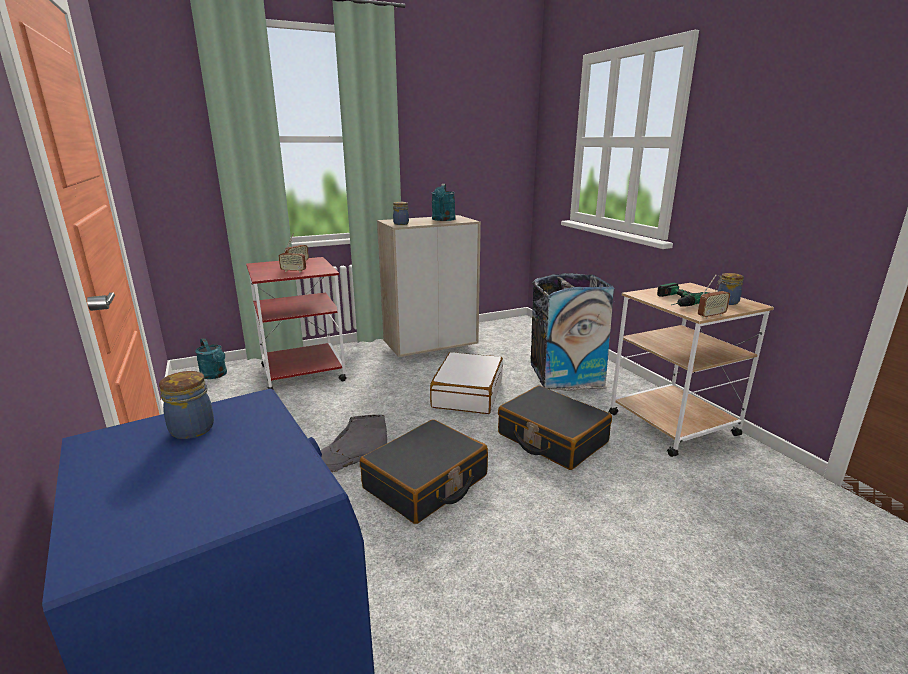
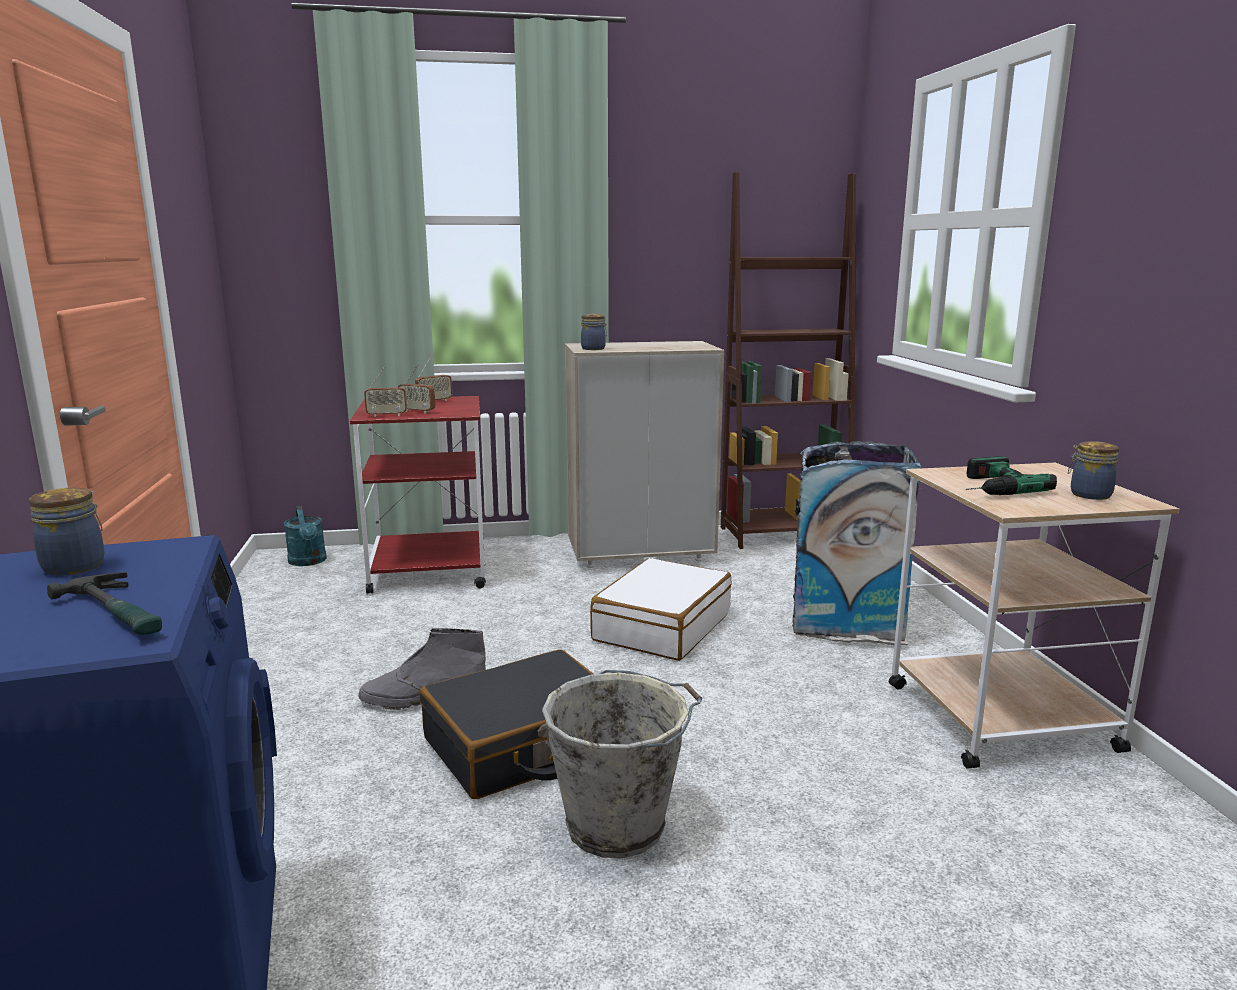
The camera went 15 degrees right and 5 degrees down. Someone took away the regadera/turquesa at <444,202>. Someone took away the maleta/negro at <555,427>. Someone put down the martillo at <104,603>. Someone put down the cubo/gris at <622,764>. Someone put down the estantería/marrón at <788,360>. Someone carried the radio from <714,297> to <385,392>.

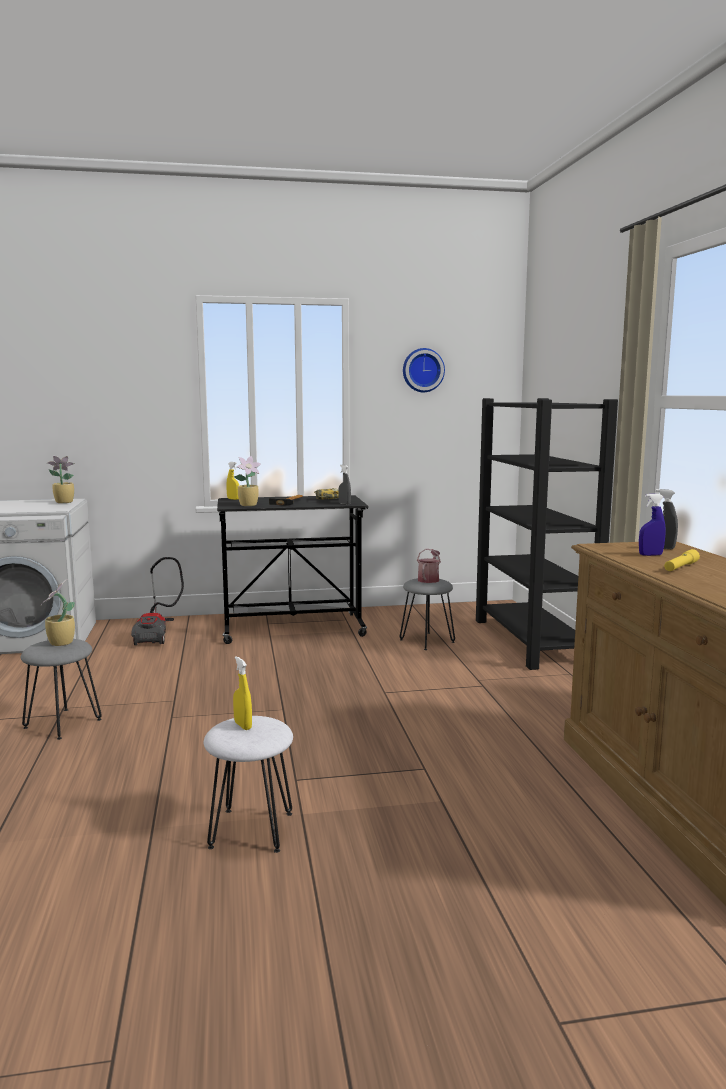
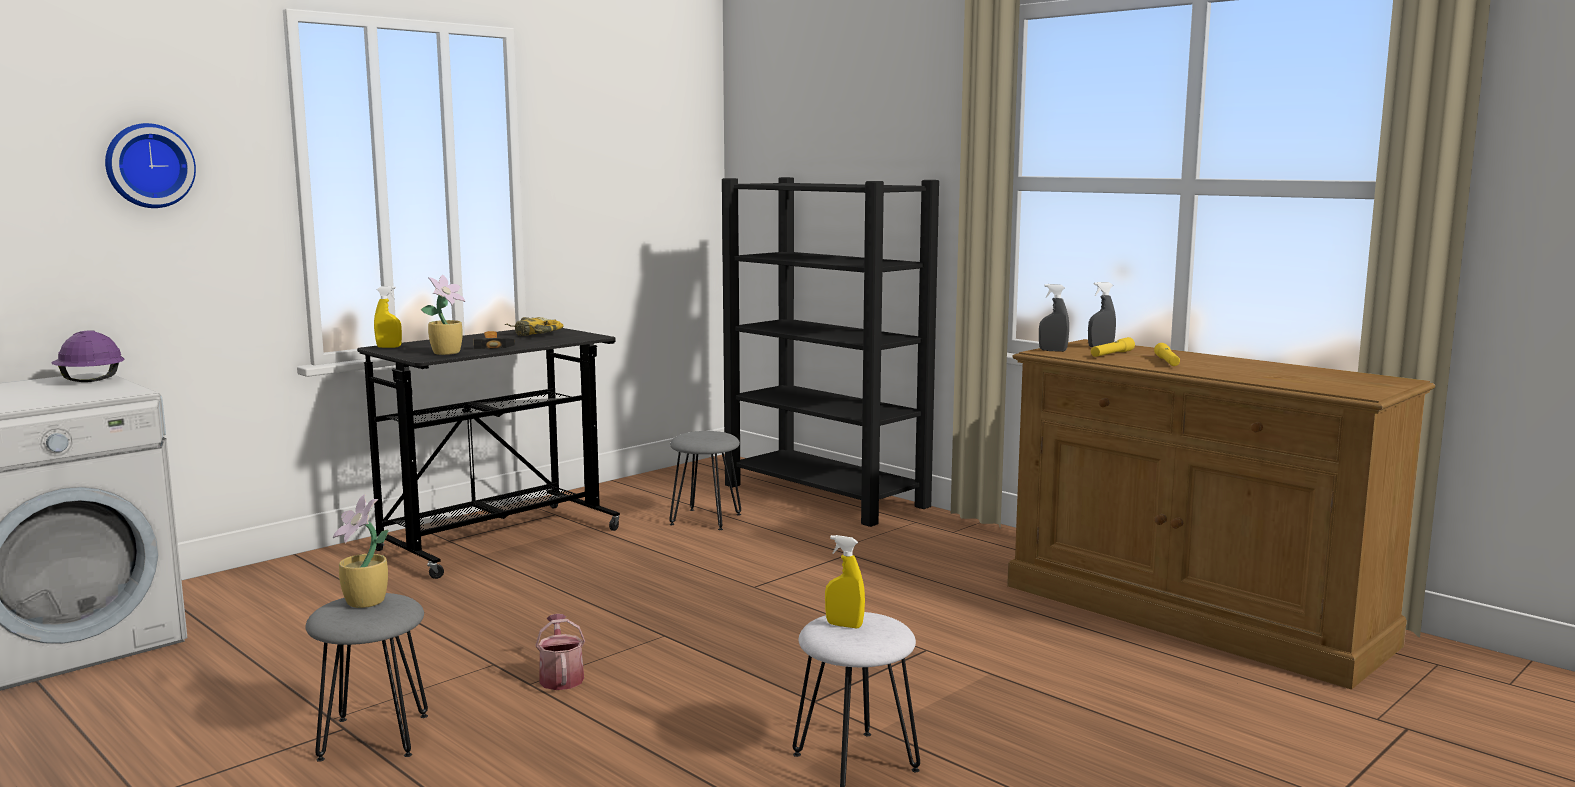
The camera went 35 degrees left and 0 degrees up. Someone took away the aspiradora at <157,601>. Someone carried the pulverizador/gris from <344,485> to <1054,318>. Someone carried the reloj de pared from <424,370> to <150,165>. Someone carried the regadera from <429,566> to <560,652>. Someone swapped the planta en maceta at <60,479> for the casco/morado at <88,356>. Someone swapped the pulverizador/azul at <652,525> for the linterna/amarillo at <1113,347>.

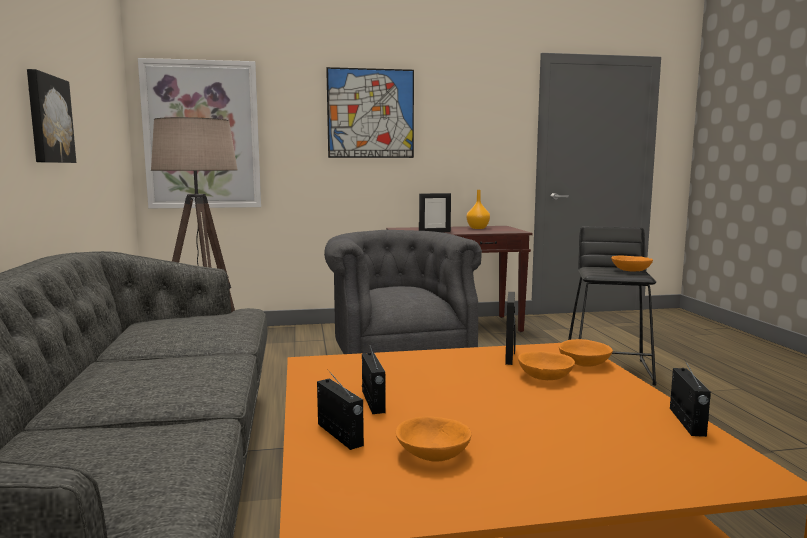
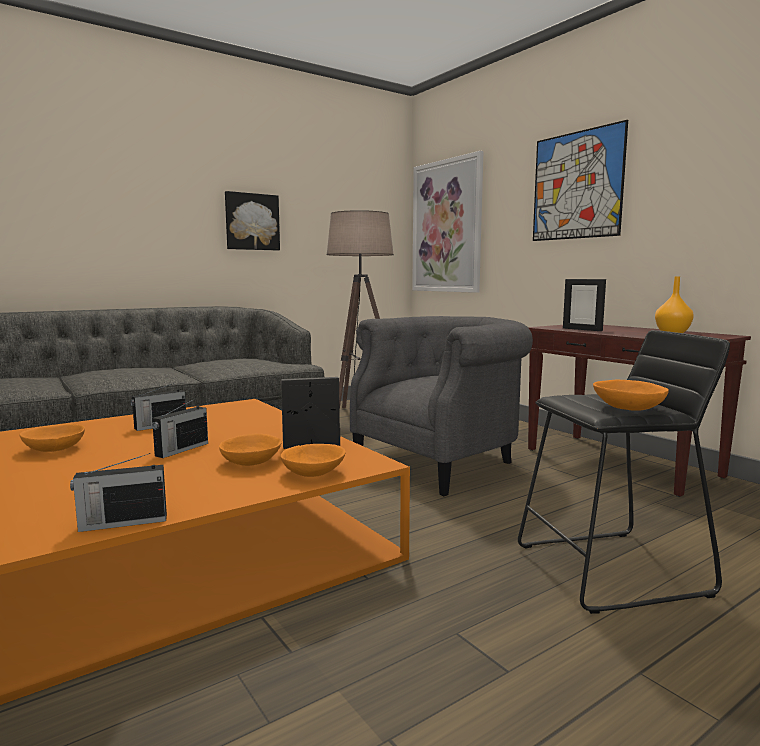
The camera went 65 degrees right and 0 degrees up. Someone carried the radio from <340,410> to <180,428>.

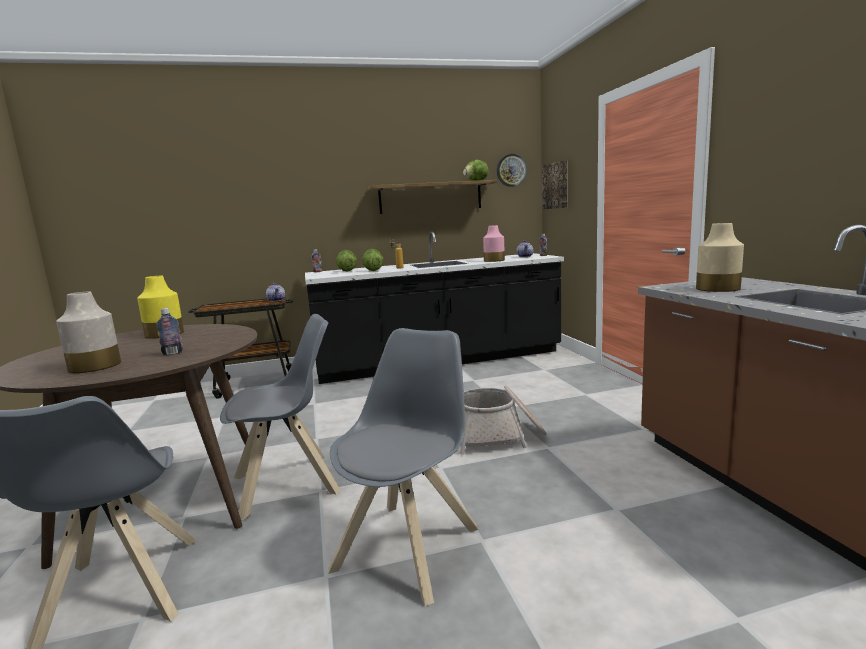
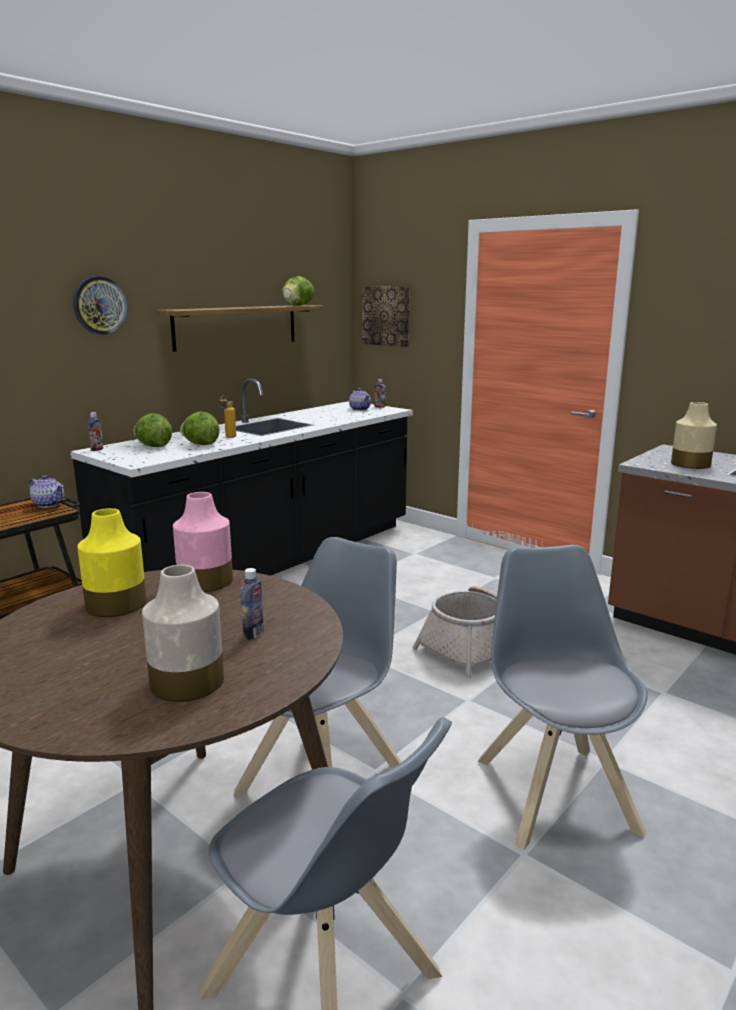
The camera went 35 degrees left and 5 degrees up. Someone carried the florero/rosa from <494,243> to <203,542>. Someone carried the reloj de pared from <512,170> to <100,305>.

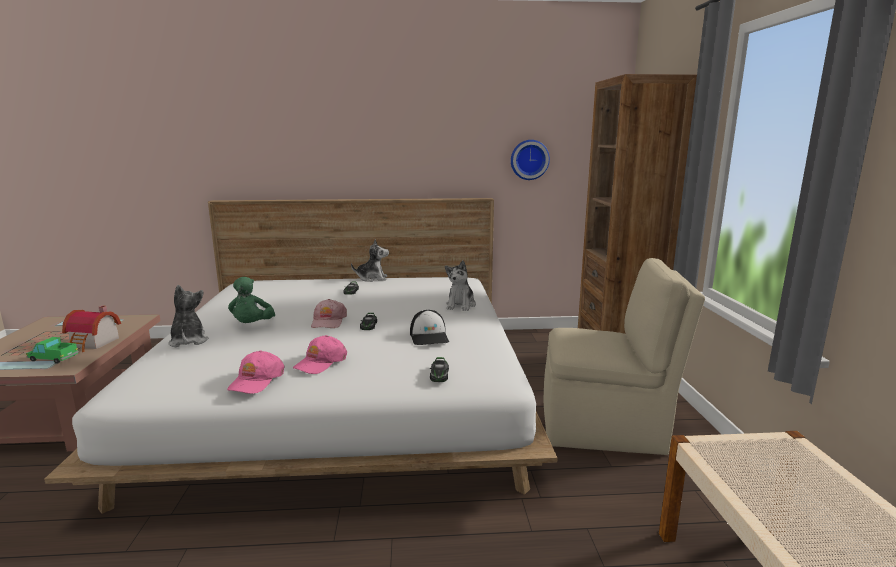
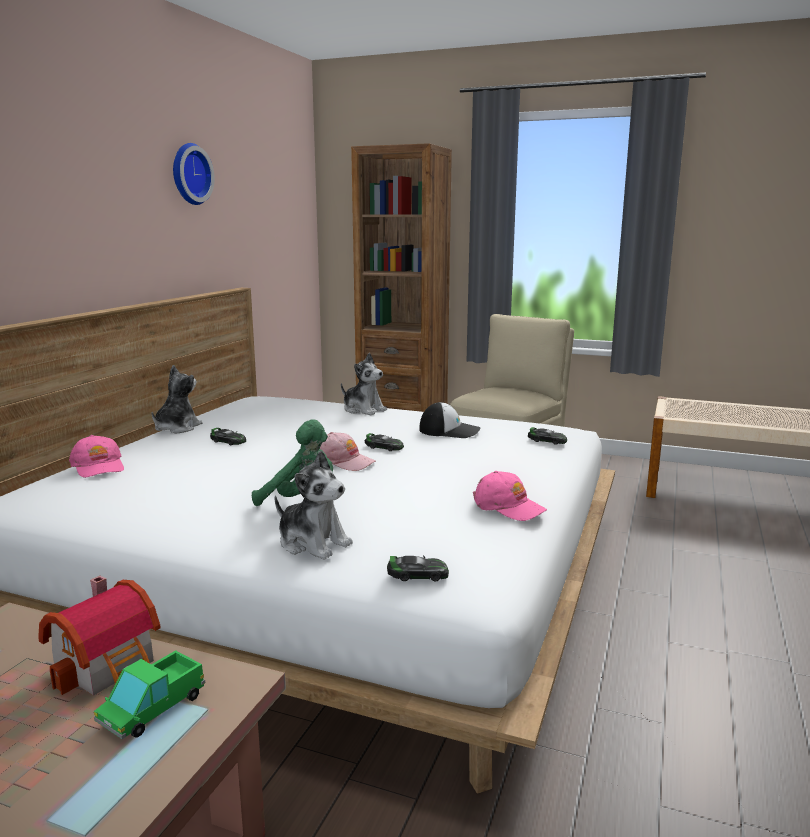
The camera went 65 degrees left and 0 degrees up. Someone put down the coche de juguete at <418,568>. Someone carried the gorra/rosa from <320,354> to <96,456>. Someone carried the reloj de pared from <530,160> to <194,174>. Someone rotated the peluche at <188,316> by 150 degrees counterclockwise.

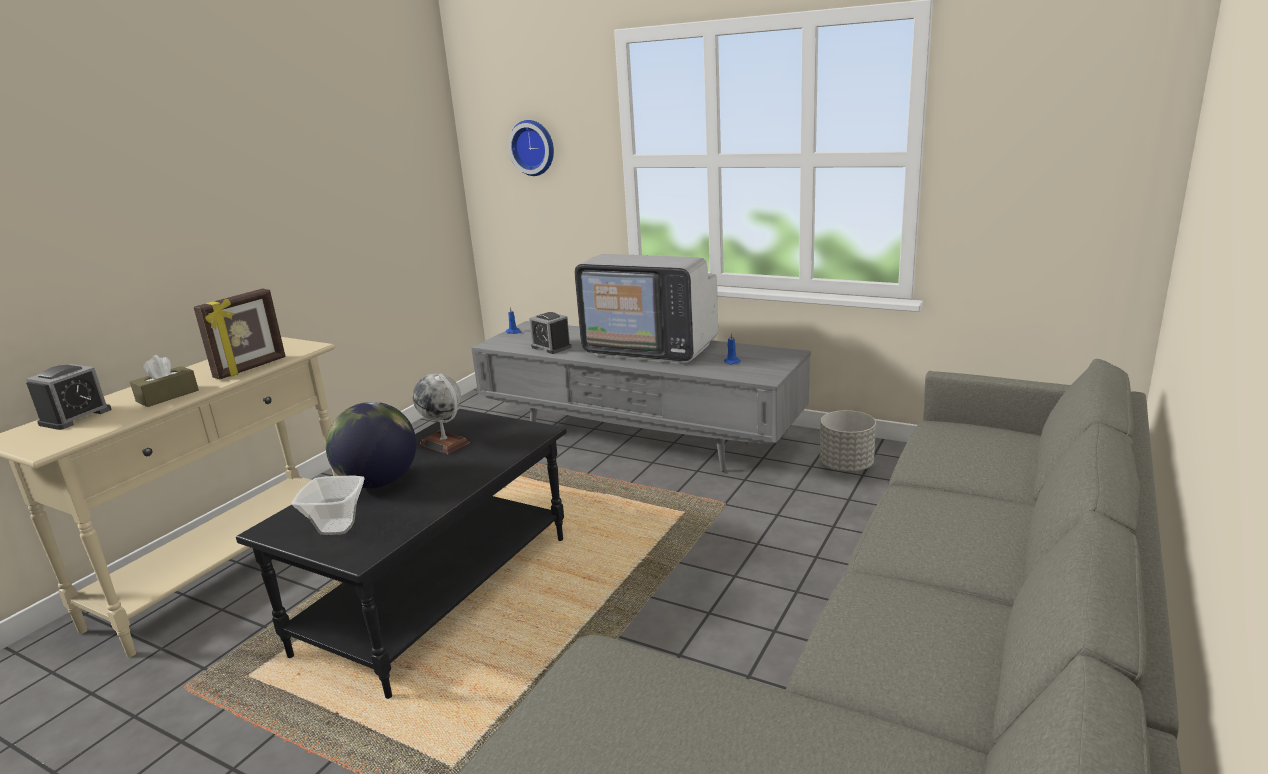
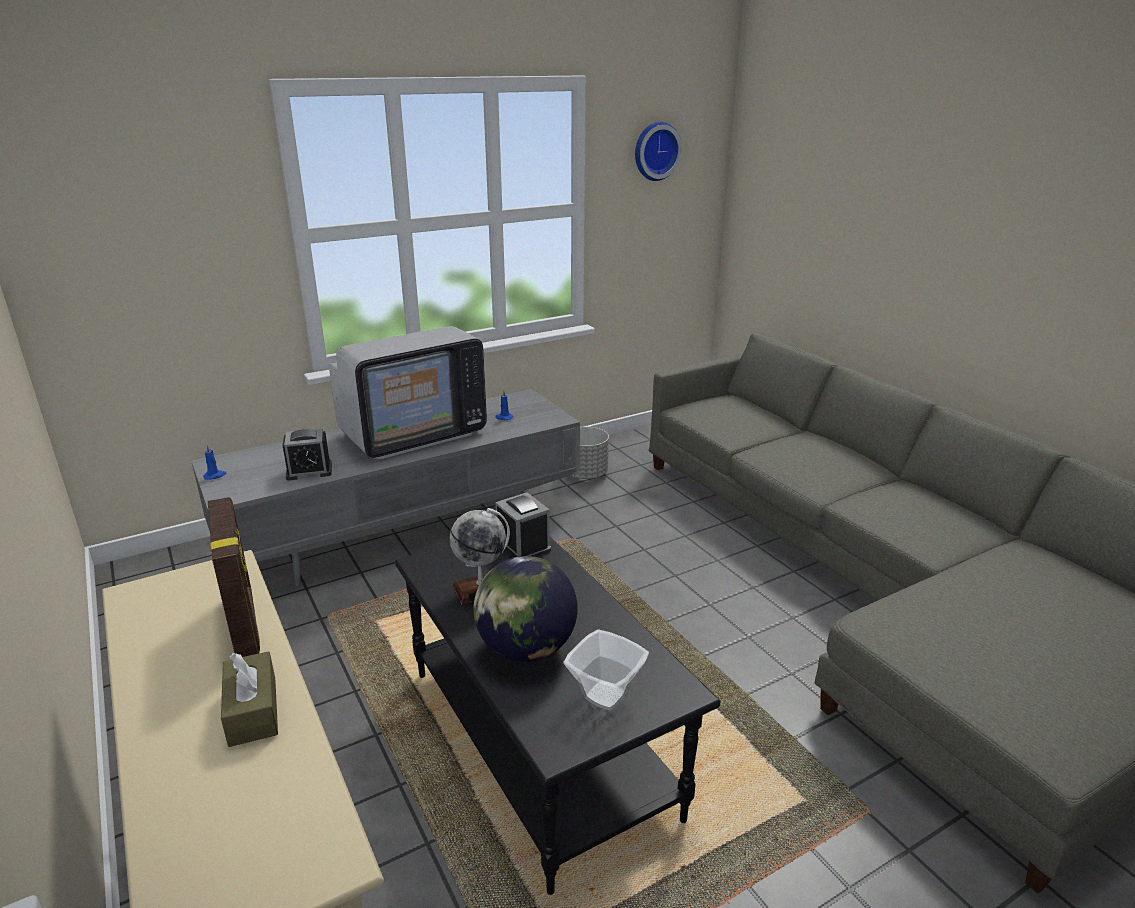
The camera went 60 degrees left and 5 degrees up. Someone carried the despertador from <69,397> to <523,524>. Someone carried the reloj de pared from <531,148> to <658,151>.

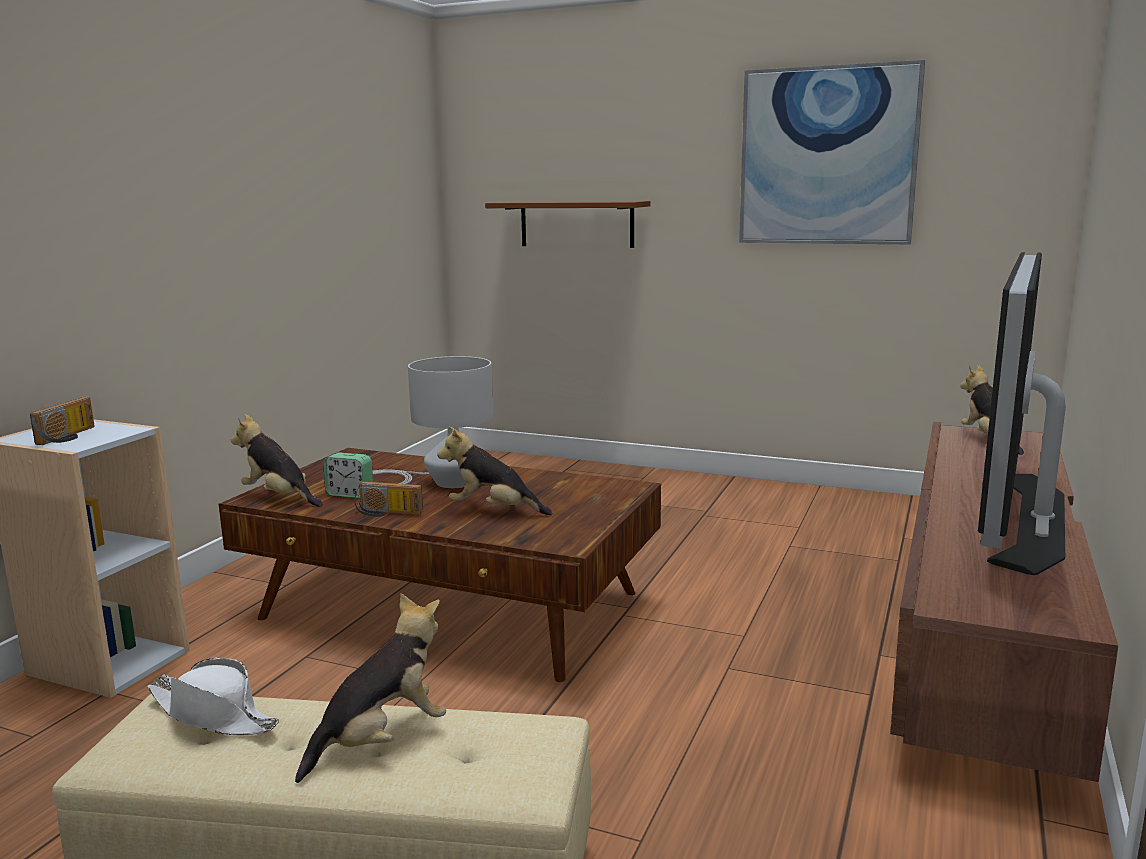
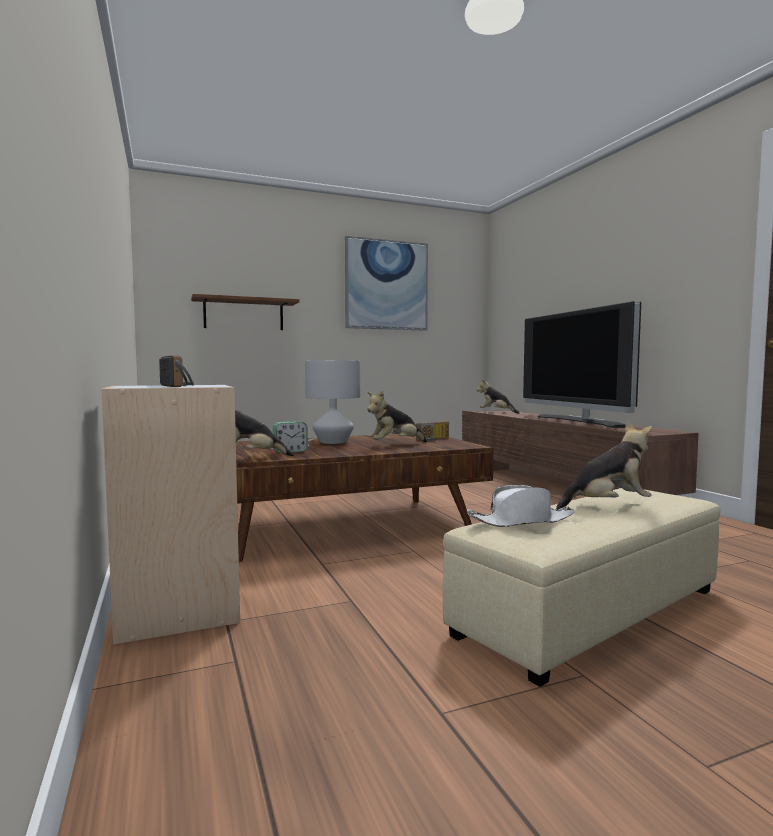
The camera went 45 degrees left and 10 degrees down. Someone carried the radio from <389,499> to <432,431>. Someone rotated the peluche at <370,688> by 75 degrees clockwise.

